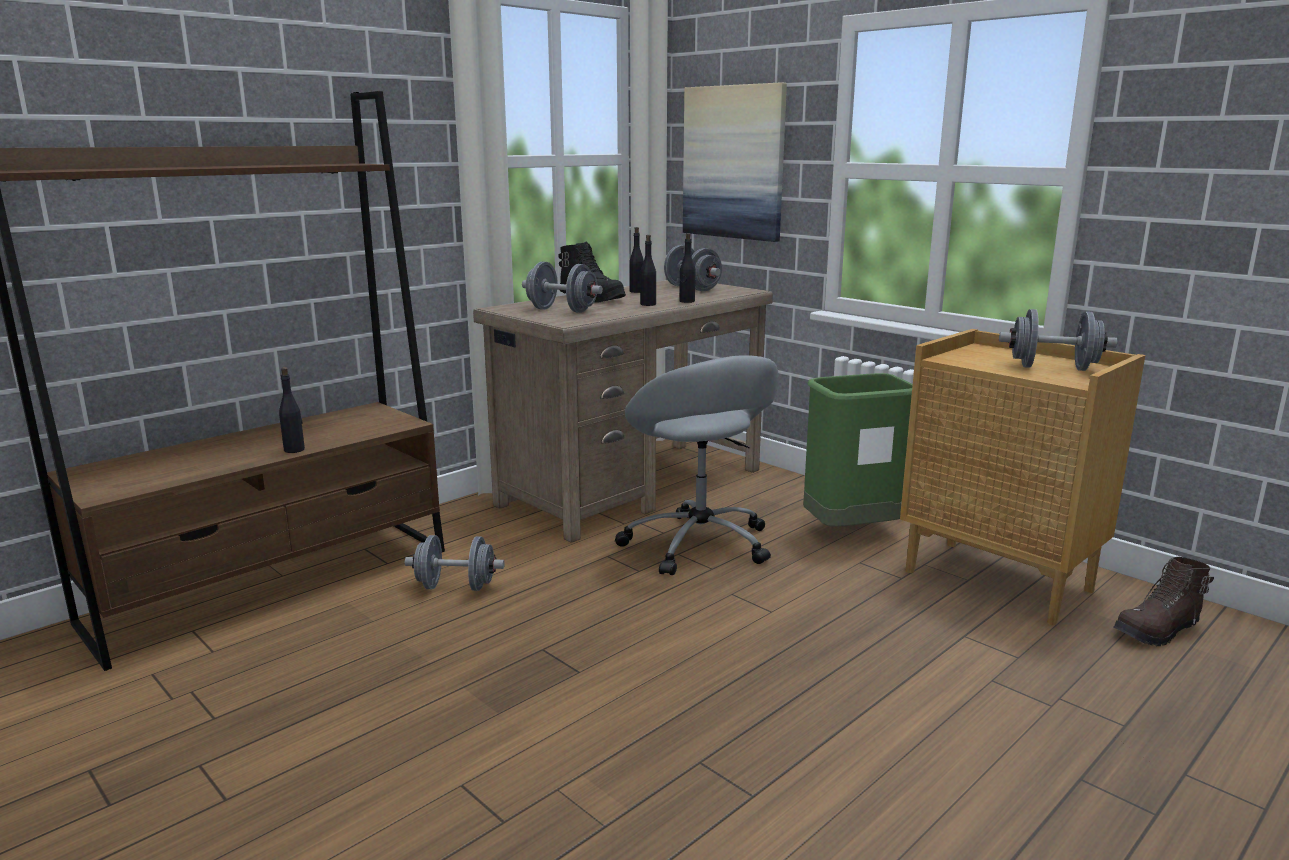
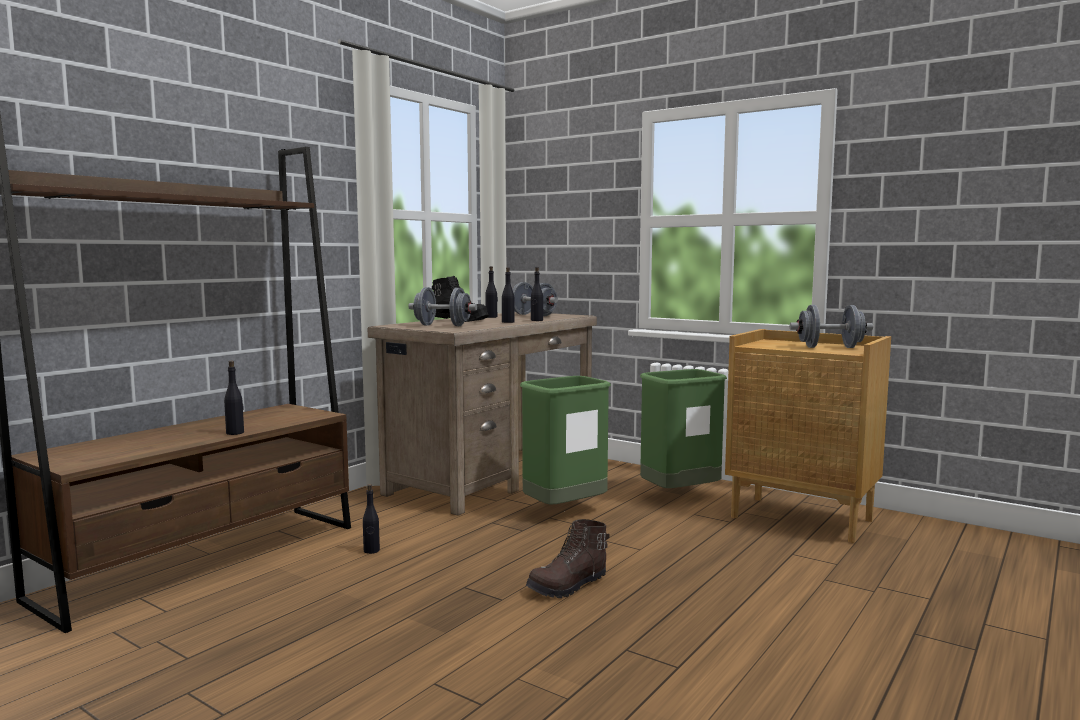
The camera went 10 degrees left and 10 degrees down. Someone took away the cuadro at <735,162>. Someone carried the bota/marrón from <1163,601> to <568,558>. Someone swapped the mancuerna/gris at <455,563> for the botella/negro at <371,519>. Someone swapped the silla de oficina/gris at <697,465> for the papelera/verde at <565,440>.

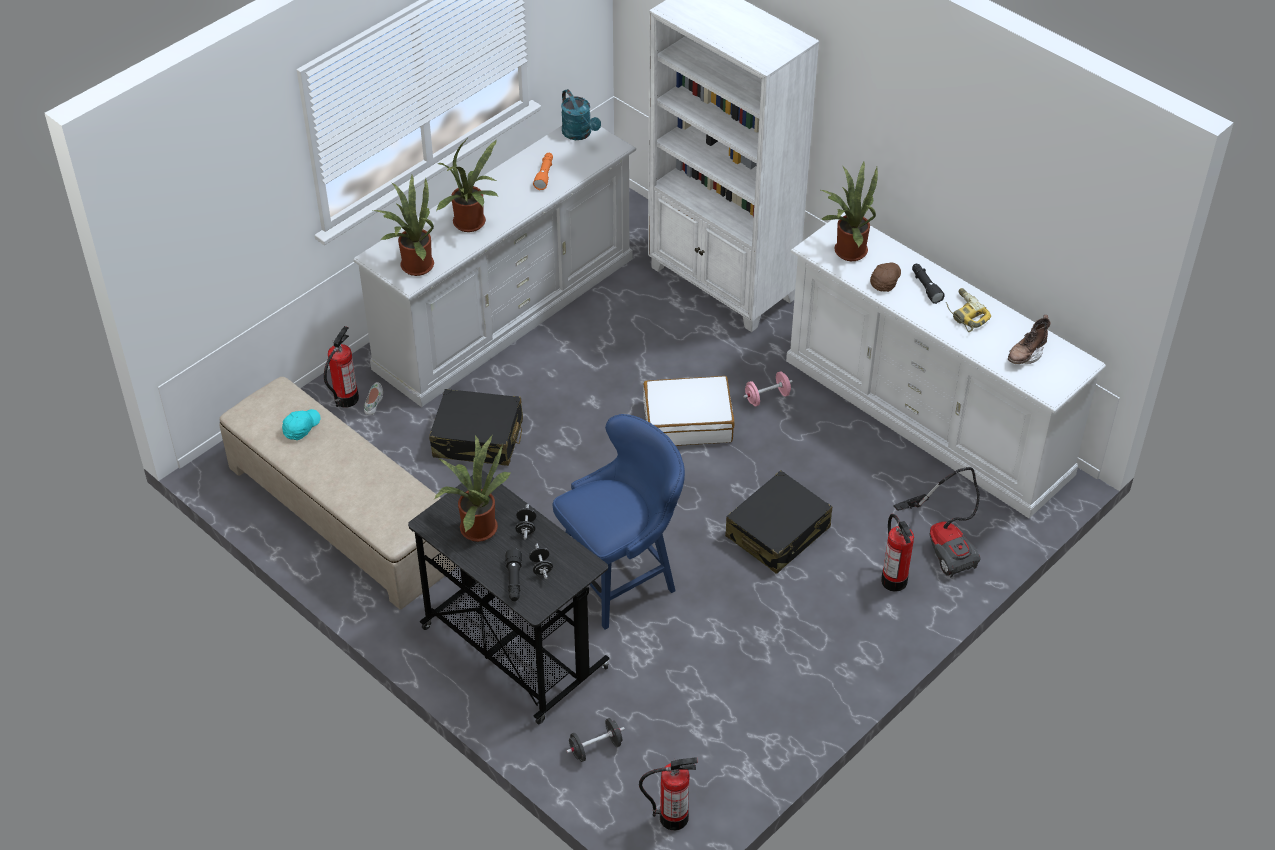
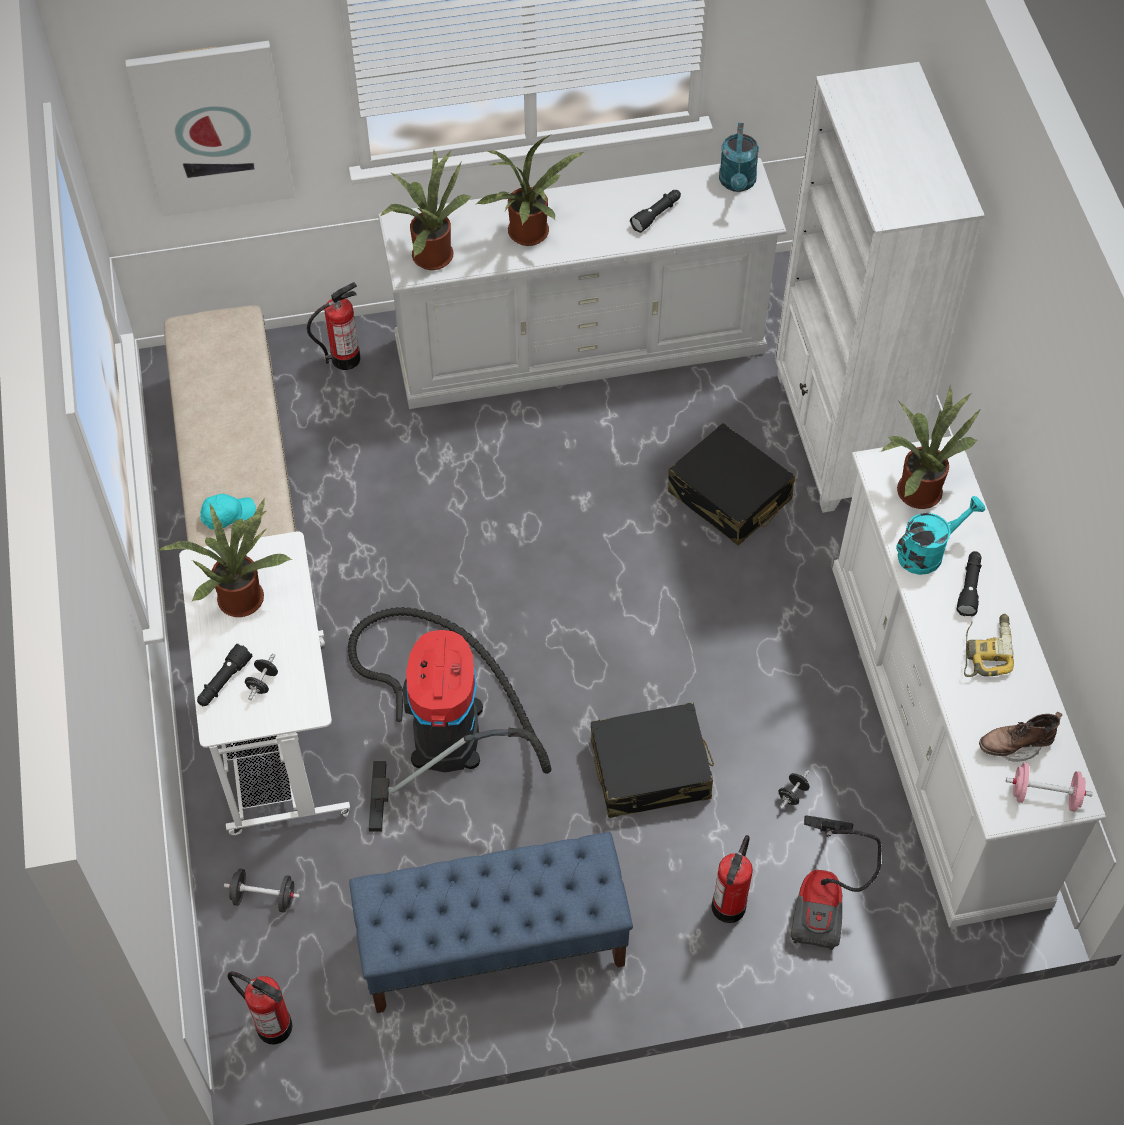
The camera went 35 degrees right and 10 degrees up. Someone took away the zapato/blanco at <373,398>. Someone took away the maleta/blanco at <688,411>. Someone put up the cuadro at <210,129>. Someone put down the banco/azul at <491,922>. Someone carried the gorra/turquesa from <301,424> to <228,511>. Someone carried the maleta/negro from <476,427> to <731,484>. Someone carried the mancuerna/negro from <525,521> to <794,789>. Someone carried the mancuerna/rosa from <768,388> to <1049,787>. Someone swapped the taburete/azul at <619,522> for the aspiradora at <449,719>. Someone swapped the gorra/marrón at <885,277> for the regadera/turquesa at <940,535>. Someone repainted the escritorio/negro at <509,597>, which became the escritorio/blanco at <264,683>. Someone repainted the linterna/naranja at <543,171>, which became the linterna/negro at <655,211>.

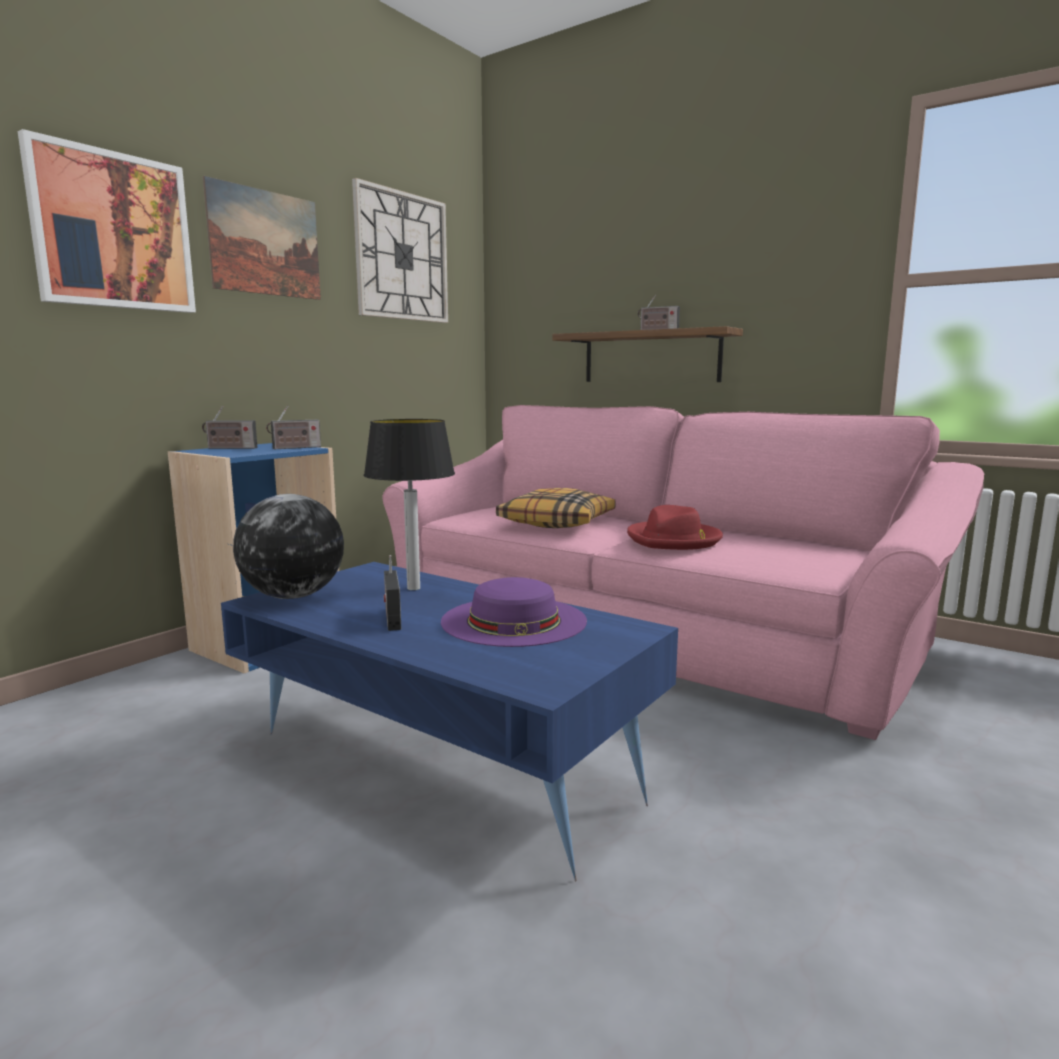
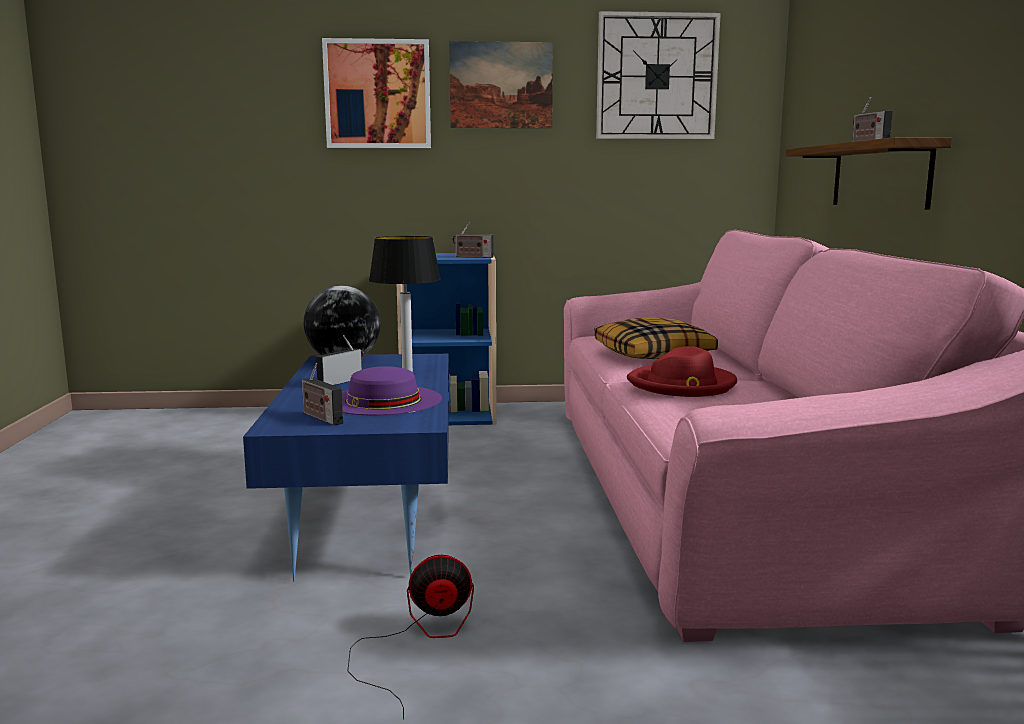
The camera went 50 degrees right and 0 degrees up. Someone put down the ventilador at <411,637>. Someone carried the radio from <230,427> to <322,394>.

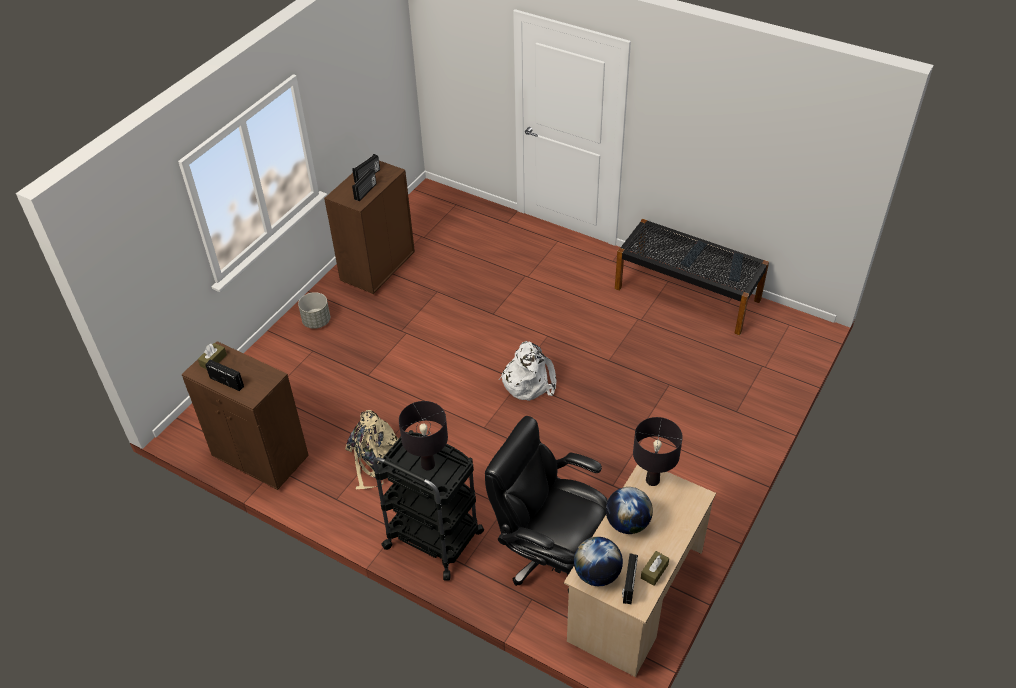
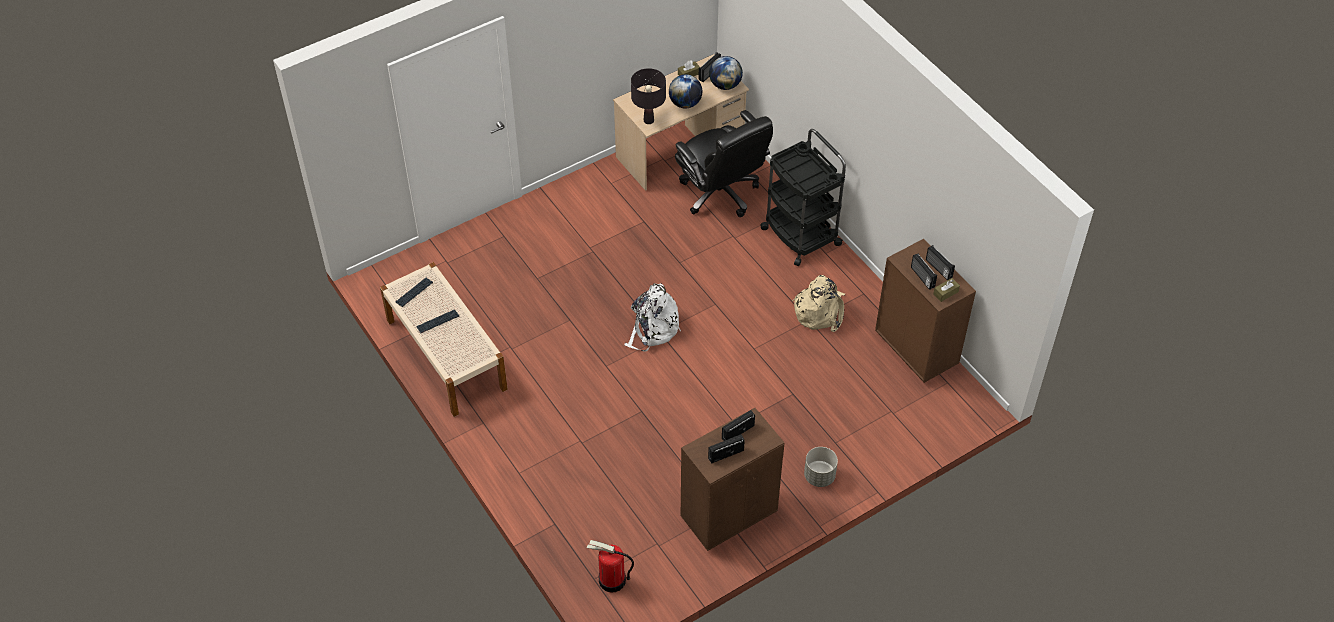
The camera went 155 degrees left and 5 degrees up. Someone took away the lámpara de mesa/negro at <423,435>. Someone put down the extintor at <610,566>. Someone put down the radio at <924,271>. Someone repainted the banco/negro at <692,277>, which became the banco/beis at <444,339>.

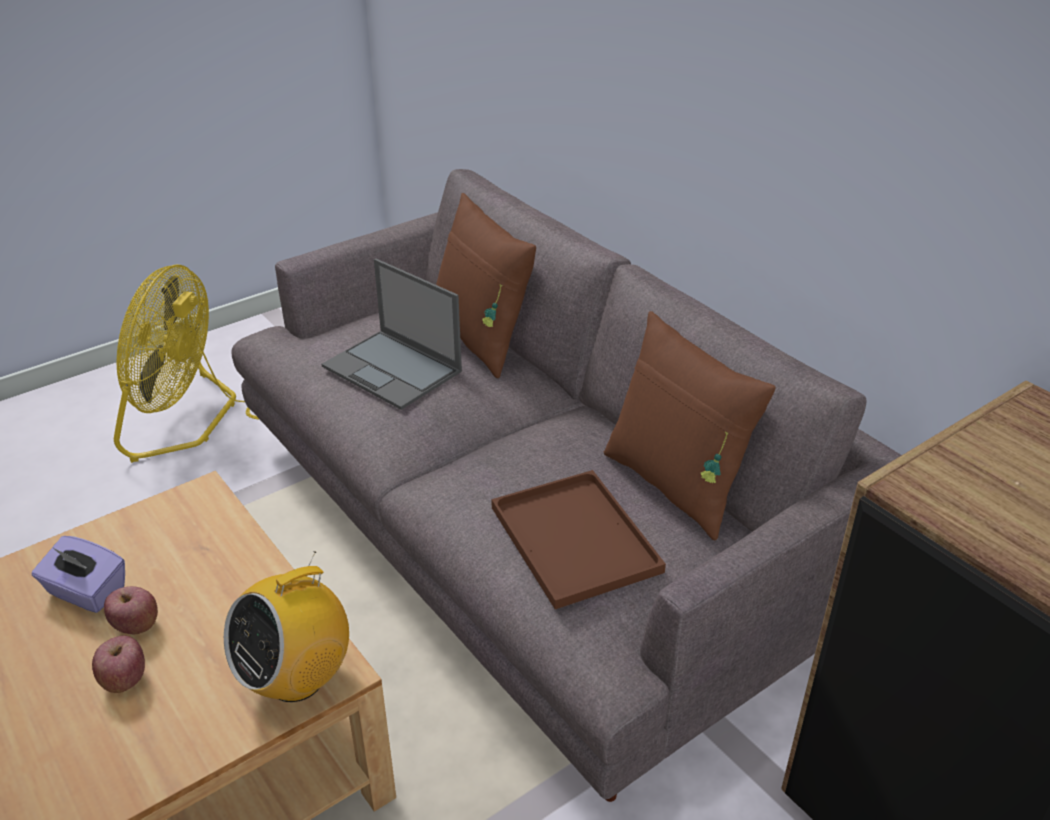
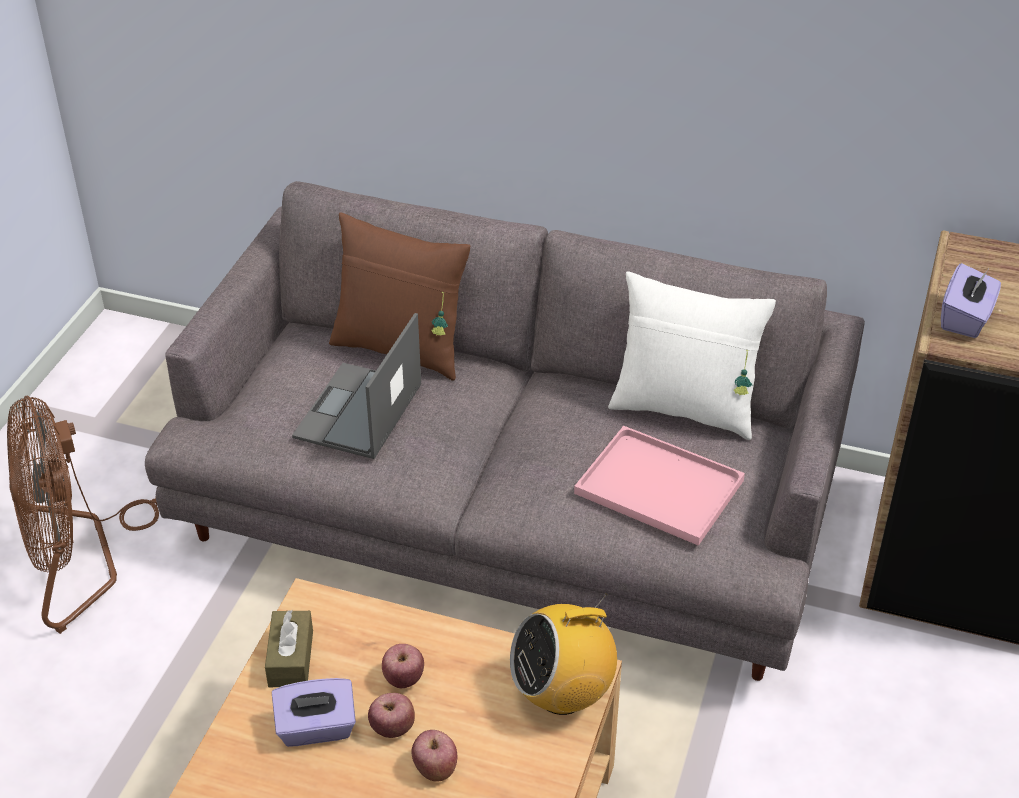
The camera went 35 degrees left and 5 degrees up. Someone put down the caja de pañuelos/marrón at <289,648>. Someone put down the manzana at <403,666>. Someone put down the caja de pañuelos/morado at <971,300>. Someone repainted the ventilador/amarillo at <186,364>, which became the ventilador/marrón at <83,514>. Someone repainted the bandeja/marrón at <578,539>, which became the bandeja/rosa at <659,486>. Someone repainted the cojín/marrón at <690,425>, which became the cojín/blanco at <692,355>. Someone rotated the radio at <286,626> by 60 degrees clockwise. Someone rotated the portátil at <392,334> by 105 degrees clockwise.

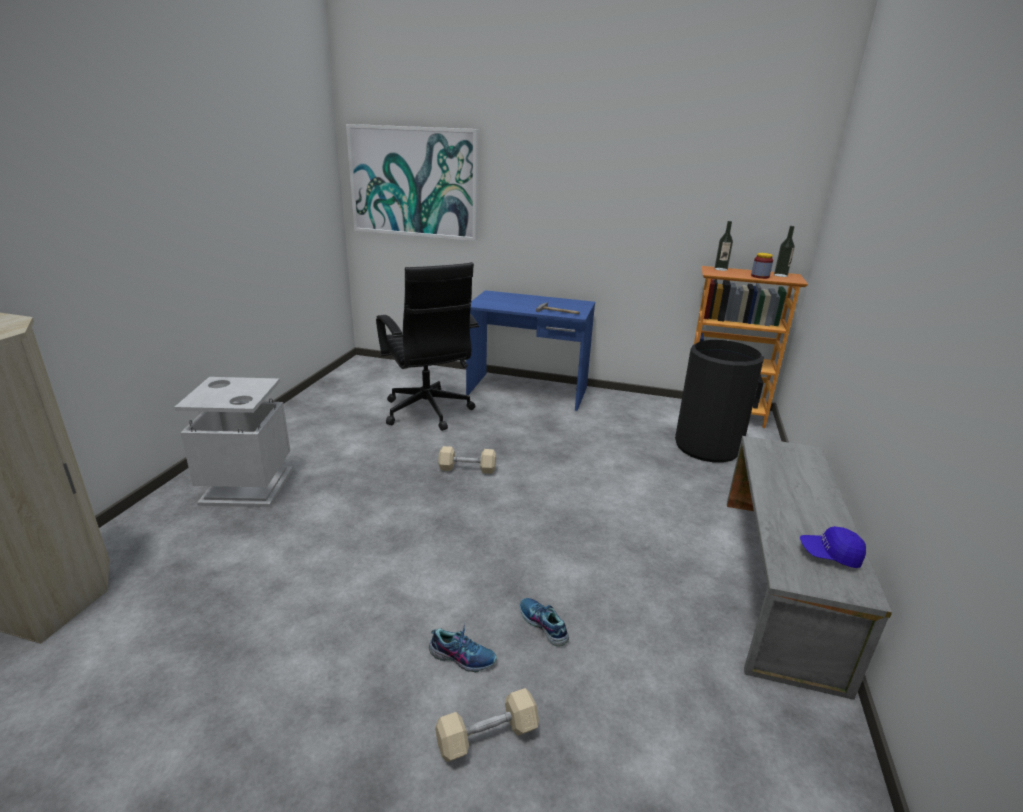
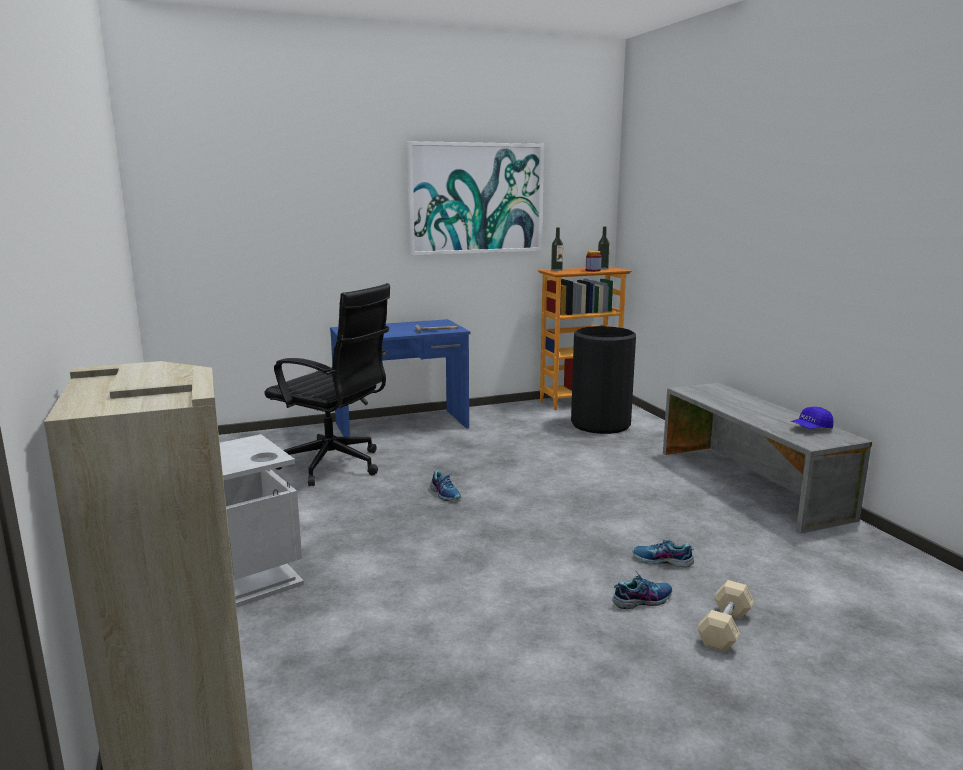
The camera went 35 degrees left and 10 degrees down. Someone carried the cuadro from <412,182> to <475,198>. Someone swapped the mancuerna/beis at <467,460> for the zapato at <445,485>.

